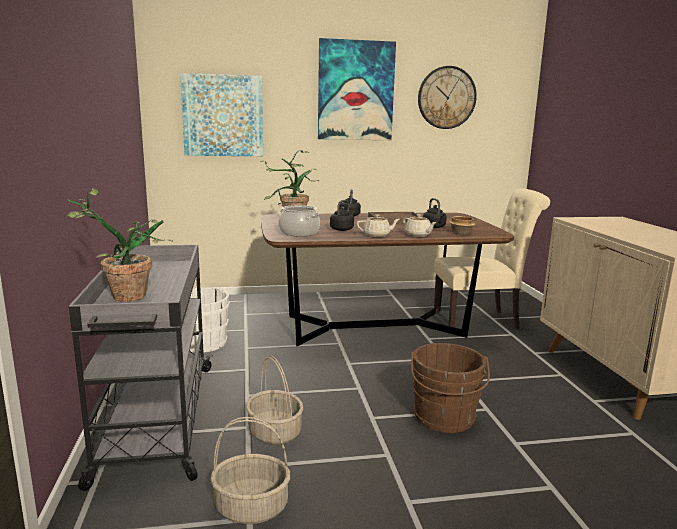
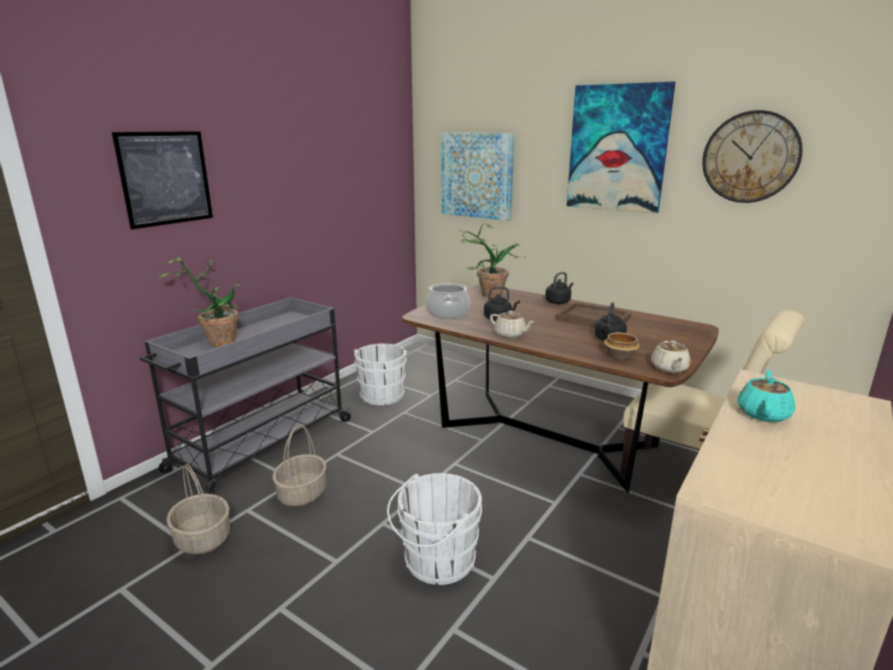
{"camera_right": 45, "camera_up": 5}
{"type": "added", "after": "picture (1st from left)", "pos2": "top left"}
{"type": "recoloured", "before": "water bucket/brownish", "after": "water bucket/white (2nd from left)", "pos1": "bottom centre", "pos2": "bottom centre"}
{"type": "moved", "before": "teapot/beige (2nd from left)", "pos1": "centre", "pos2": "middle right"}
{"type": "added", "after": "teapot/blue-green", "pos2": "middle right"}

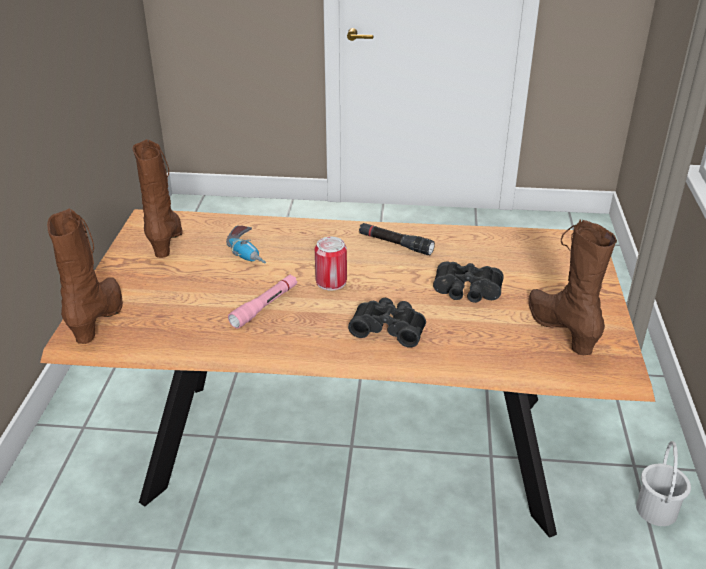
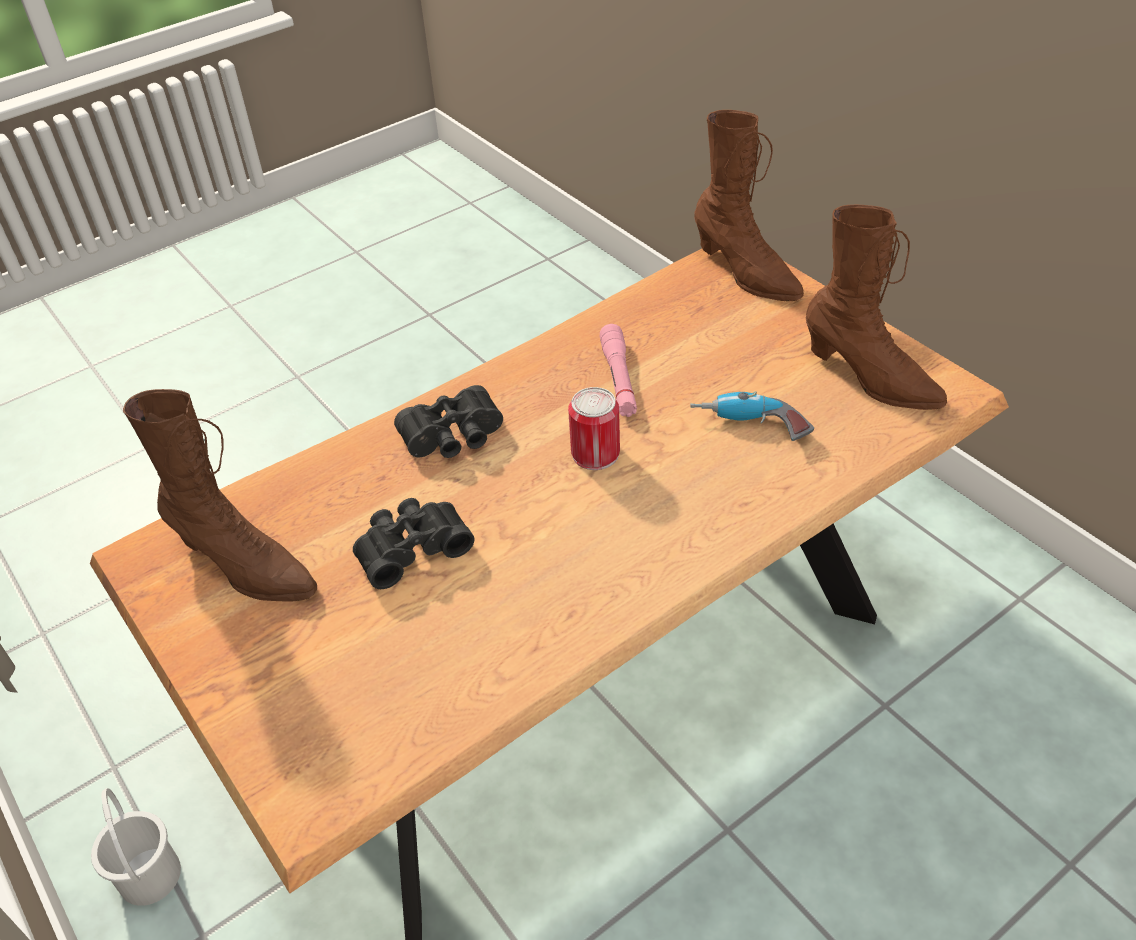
{"camera_right": 140, "camera_up": 10}
{"type": "removed", "before": "hand torch/blackish", "pos1": "centre"}

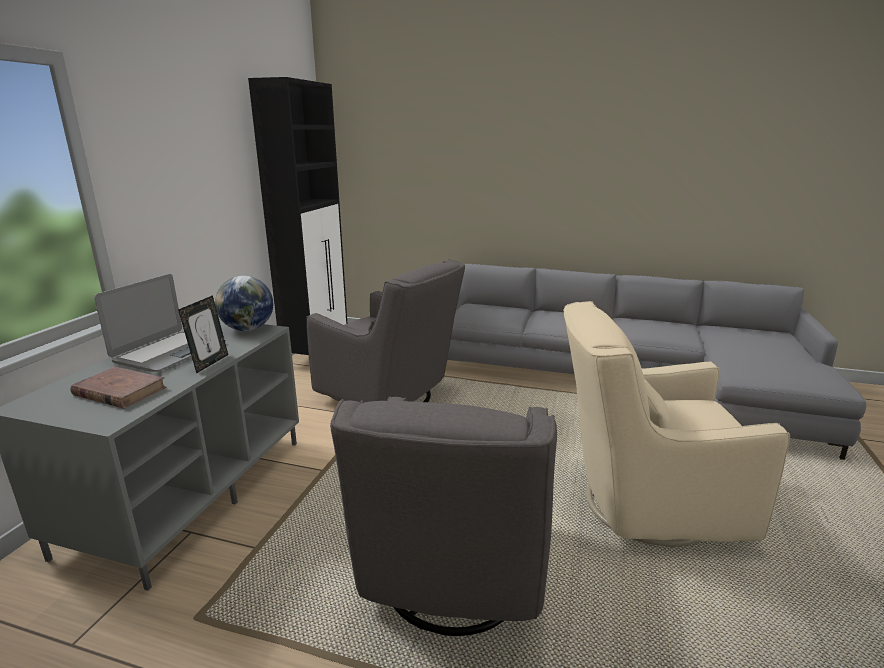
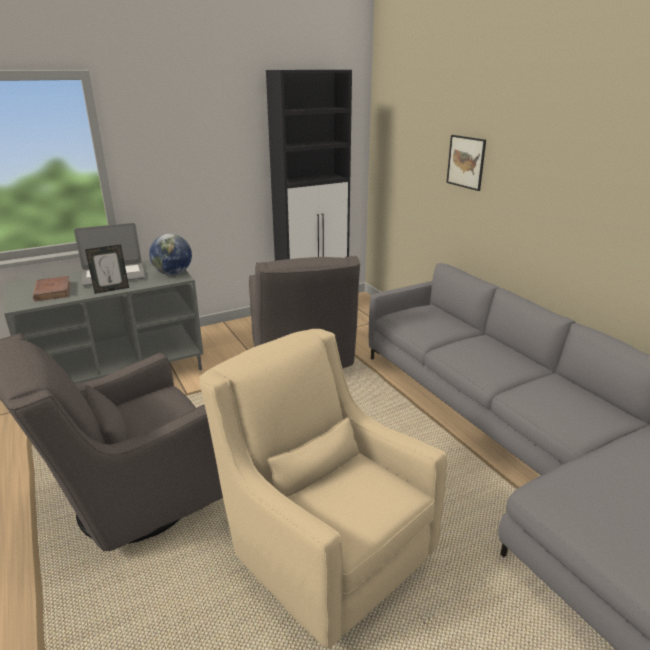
{"camera_right": 45, "camera_up": 5}
{"type": "added", "after": "picture", "pos2": "top right"}

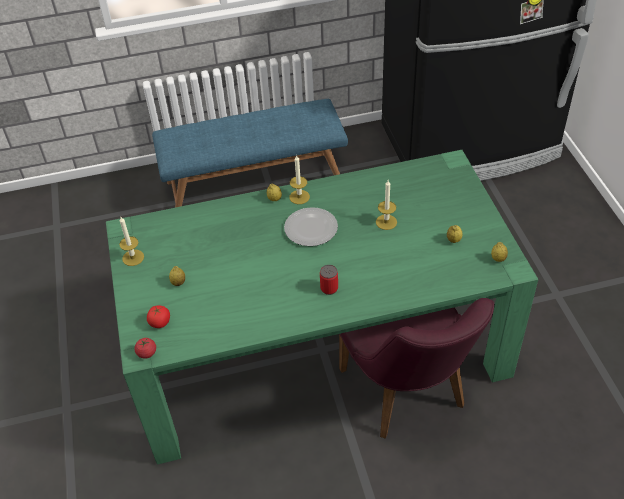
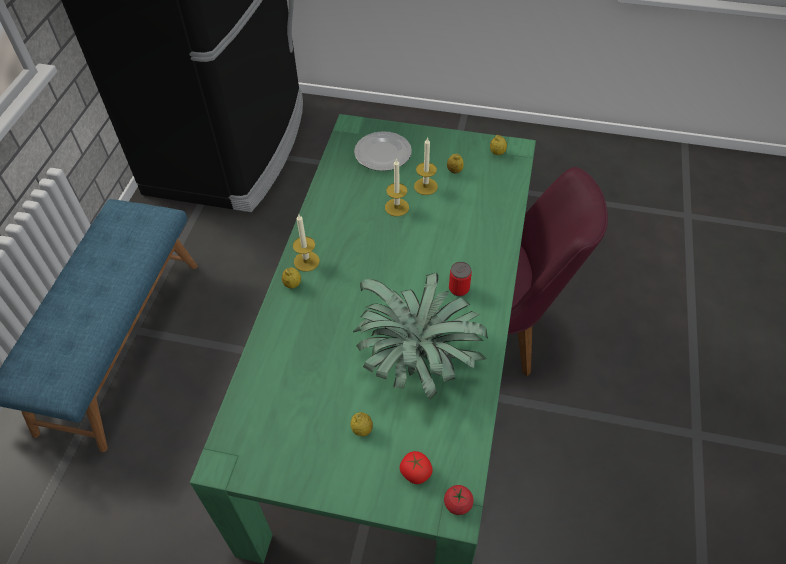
{"camera_right": -65, "camera_up": 5}
{"type": "added", "after": "potted plant", "pos2": "centre"}
{"type": "moved", "before": "plate", "pos1": "centre", "pos2": "top centre"}
{"type": "moved", "before": "wax light (1st from left in the first image)", "after": "wax light (3rd from left)", "pos1": "middle left", "pos2": "top centre"}

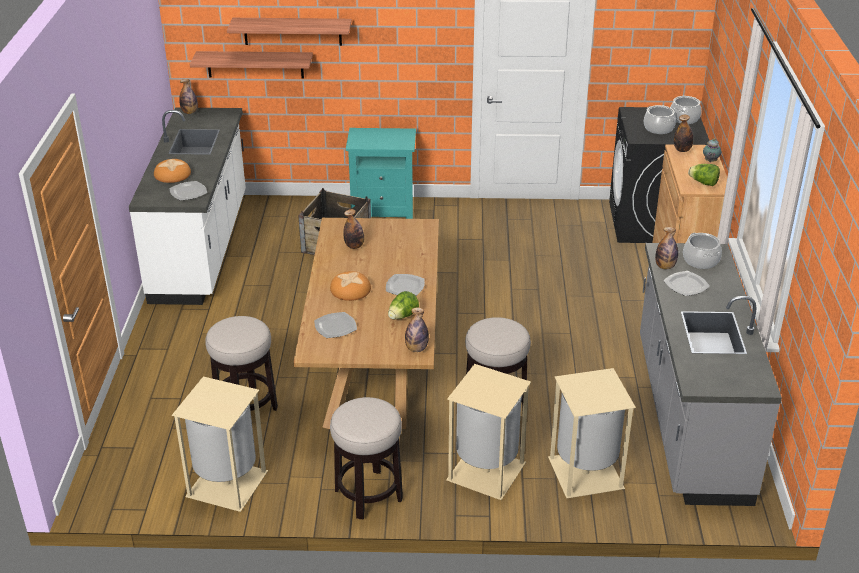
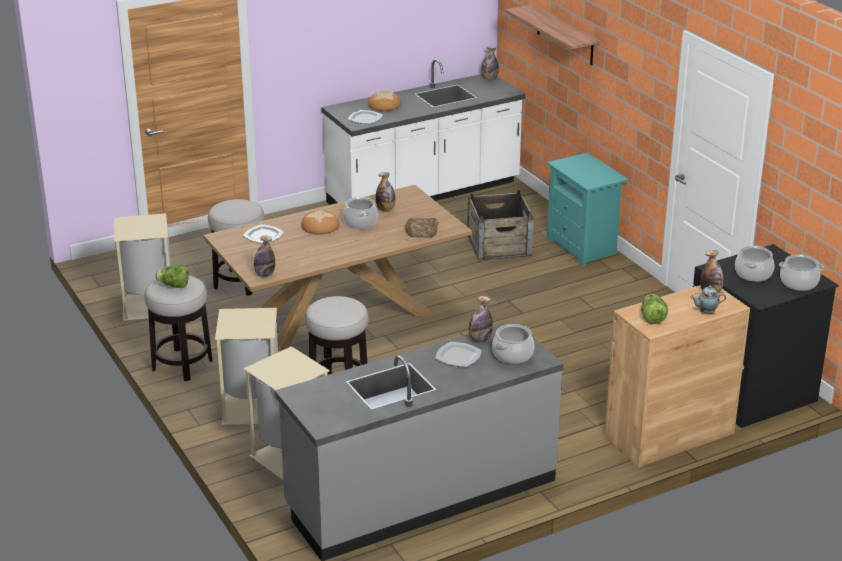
{"camera_right": 60, "camera_up": -5}
{"type": "moved", "before": "lettuce head (1st from left)", "pos1": "centre", "pos2": "middle left"}
{"type": "added", "after": "saucepot (1st from left)", "pos2": "centre"}
{"type": "added", "after": "bakery bread (3rd from left)", "pos2": "centre"}
{"type": "removed", "before": "wall shelf (1st from left)", "pos1": "top left"}
{"type": "removed", "before": "plate (3rd from left)", "pos1": "centre"}

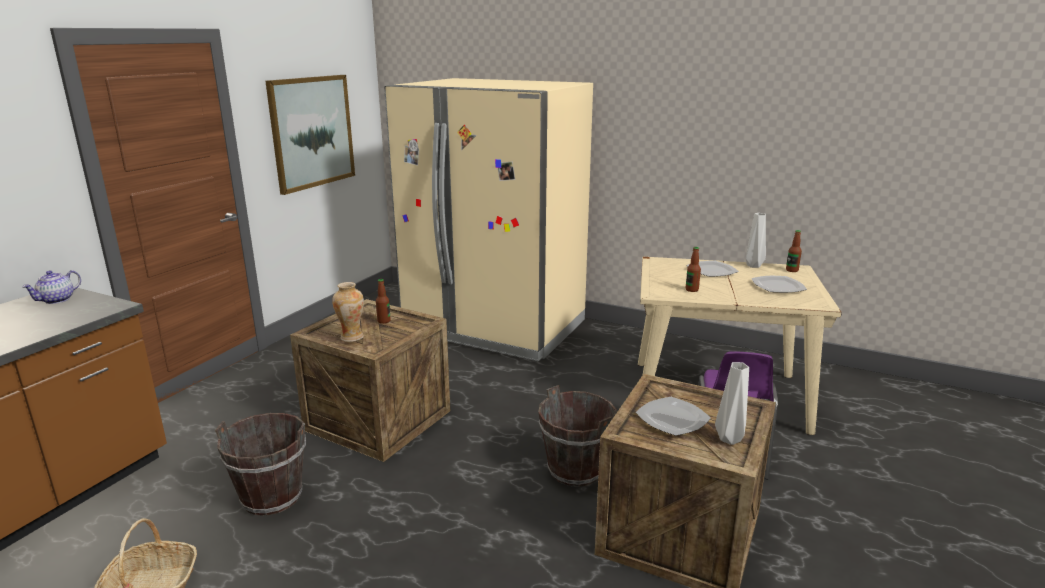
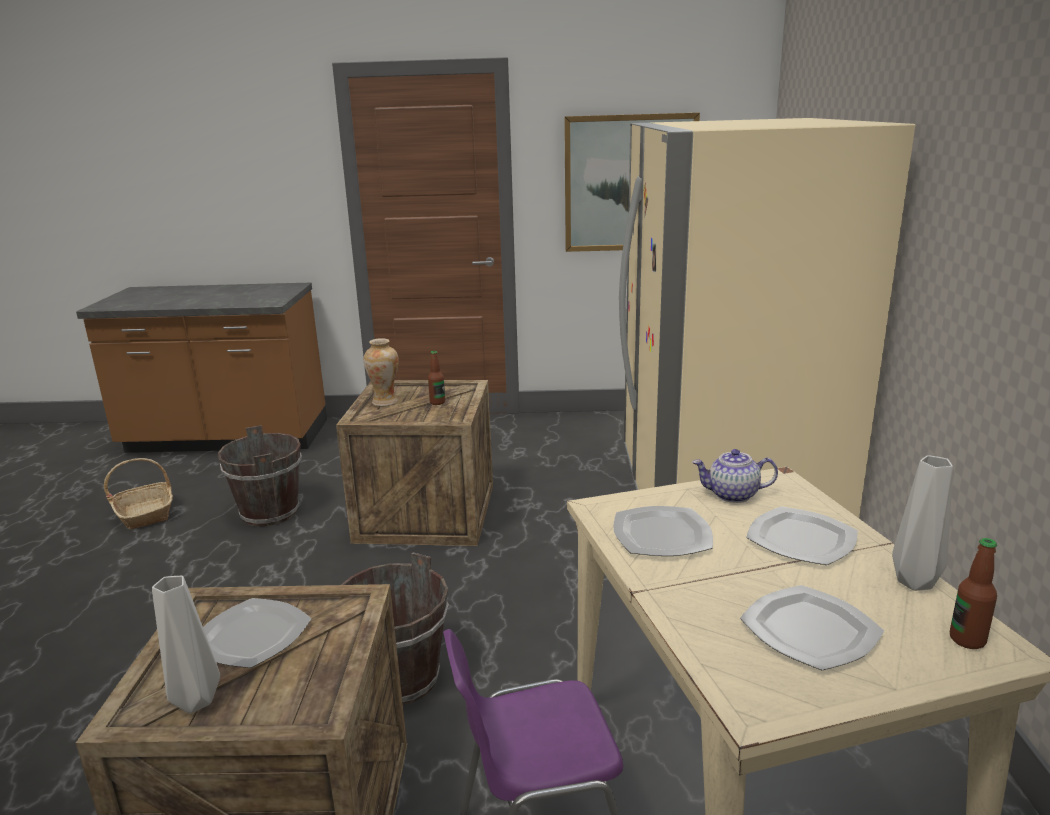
{"camera_right": 65, "camera_up": 0}
{"type": "replaced", "before": "beverage bottle (2nd from left)", "after": "plate (2nd from left)", "pos1": "centre", "pos2": "centre"}
{"type": "moved", "before": "teapot", "pos1": "middle left", "pos2": "middle right"}

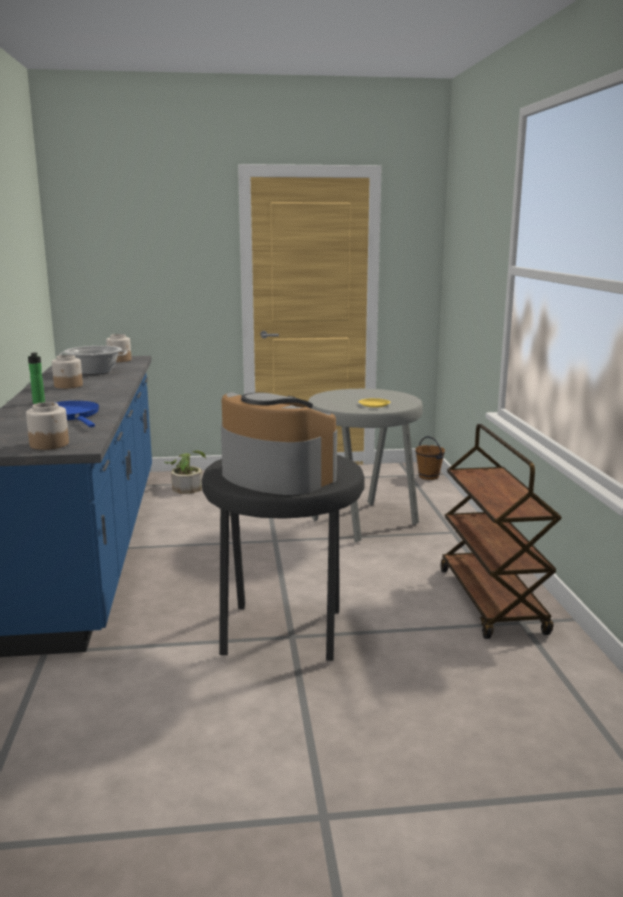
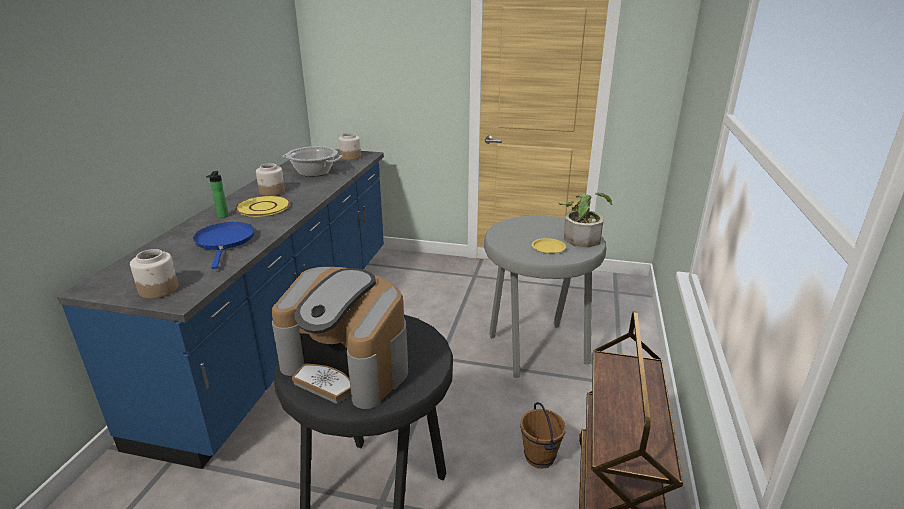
{"camera_right": 20, "camera_up": 10}
{"type": "added", "after": "plate/yellow (1st from left)", "pos2": "middle left"}
{"type": "turned", "before": "coffee brewer", "pos1": "centre", "pos2": "centre", "turn": 150}
{"type": "moved", "before": "water bucket/brownish", "pos1": "middle right", "pos2": "bottom centre"}
{"type": "moved", "before": "potted plant", "pos1": "middle left", "pos2": "centre"}

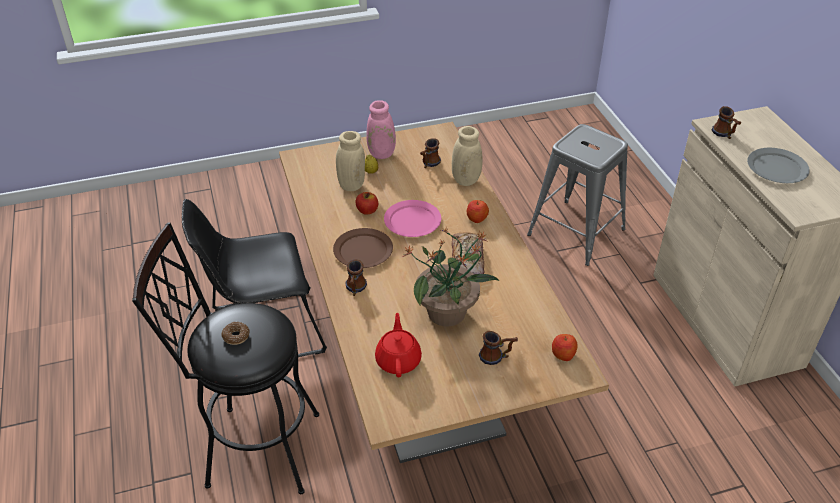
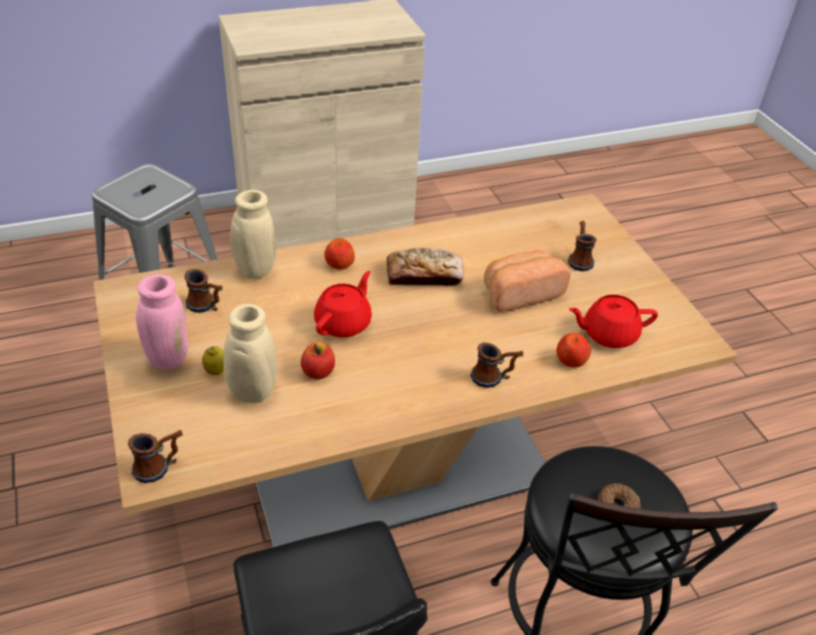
{"camera_right": -95, "camera_up": 0}
{"type": "moved", "before": "mug (4th from left in the first image)", "after": "mug (1st from left)", "pos1": "top right", "pos2": "bottom left"}
{"type": "replaced", "before": "plate/pink", "after": "teapot/red-coloured (1st from left)", "pos1": "centre", "pos2": "centre"}
{"type": "replaced", "before": "potted plant", "after": "bakery bread (2nd from left)", "pos1": "centre", "pos2": "centre"}
{"type": "moved", "before": "whole apple (3rd from left)", "pos1": "bottom right", "pos2": "middle right"}
{"type": "removed", "before": "plate/brownish", "pos1": "centre"}
{"type": "removed", "before": "plate/grey", "pos1": "top right"}

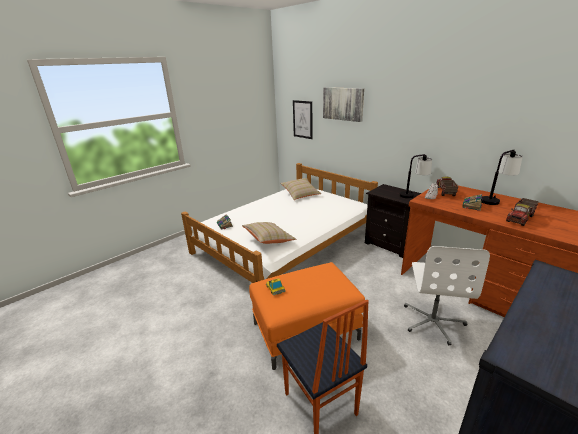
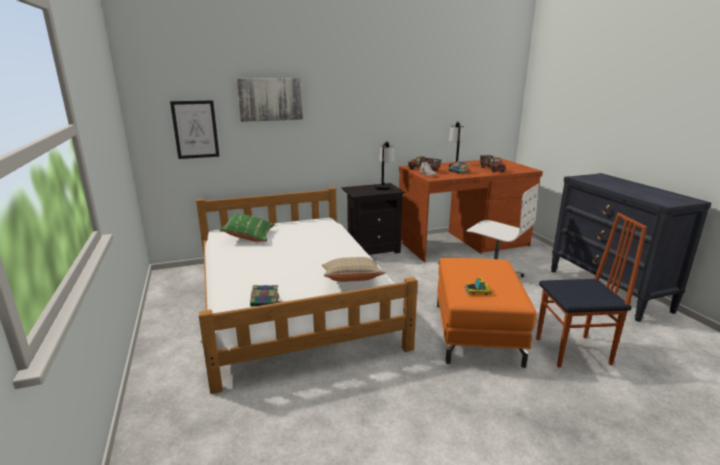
{"camera_right": -65, "camera_up": -5}
{"type": "recoloured", "before": "cushion/beige (2nd from left)", "after": "cushion/green-coloured", "pos1": "centre", "pos2": "centre"}

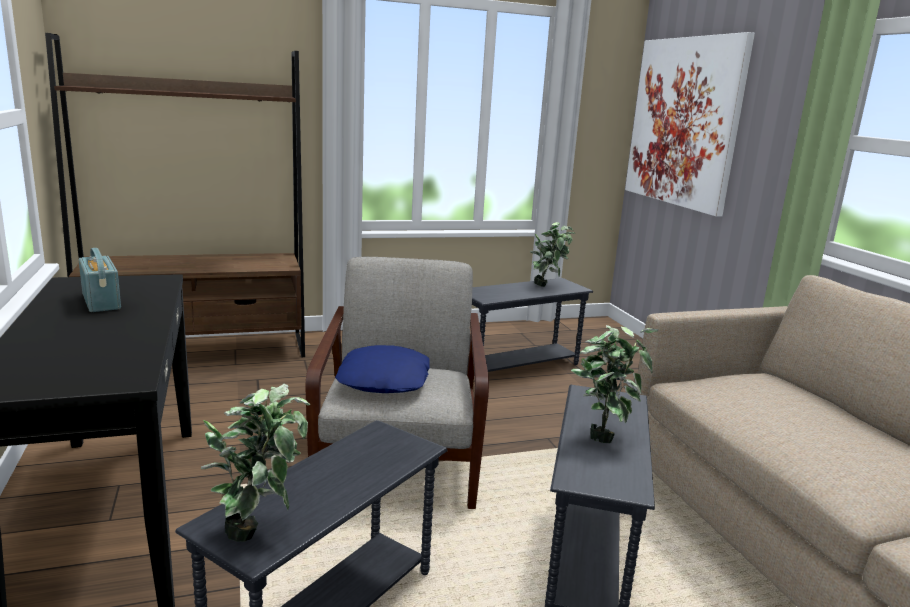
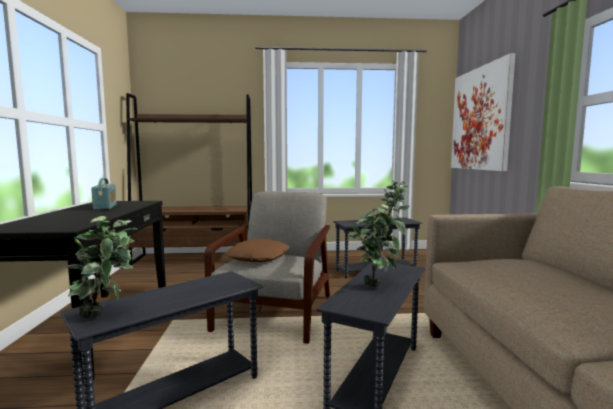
{"camera_right": 15, "camera_up": -10}
{"type": "recoloured", "before": "cushion/blue", "after": "cushion/brownish", "pos1": "centre", "pos2": "centre"}

